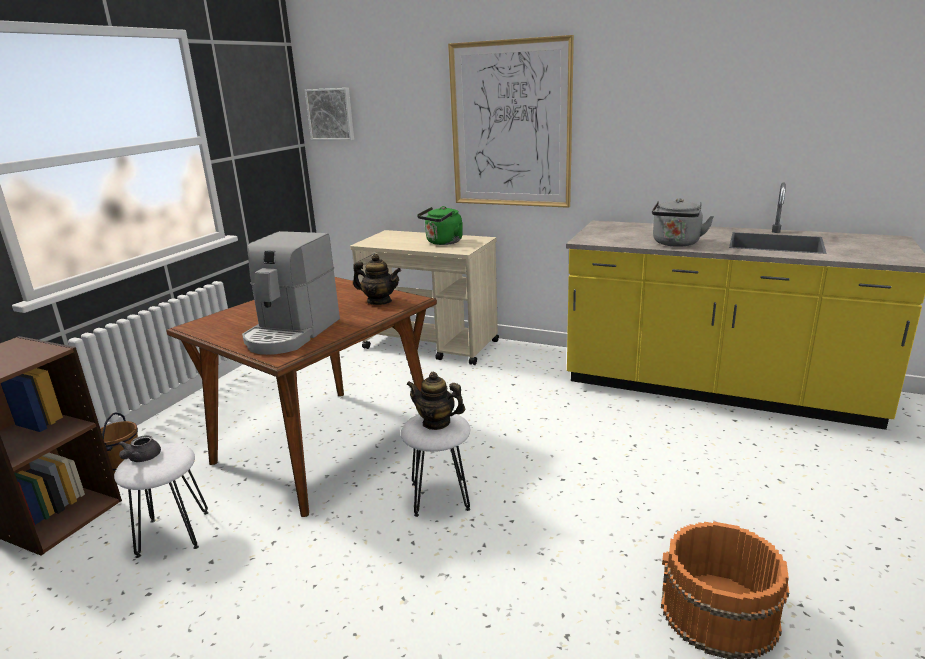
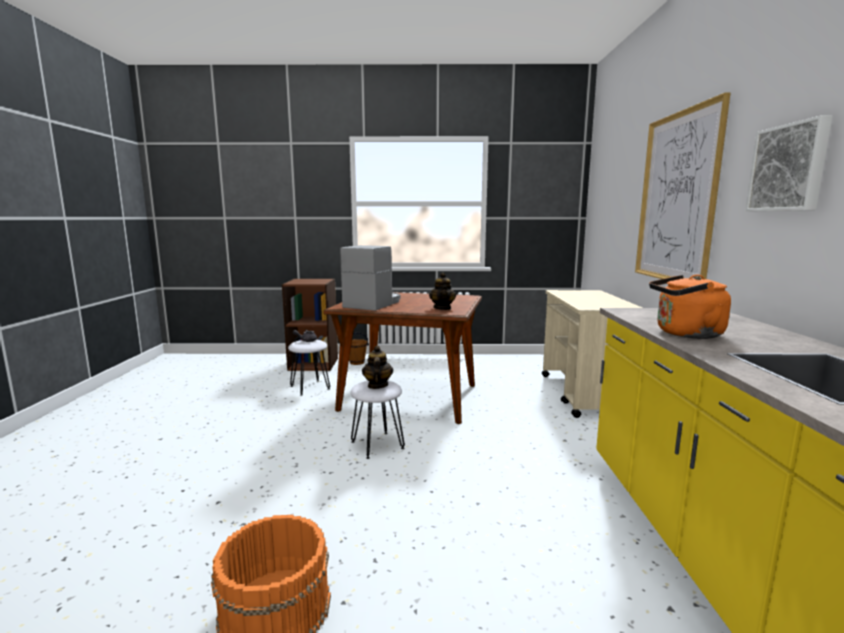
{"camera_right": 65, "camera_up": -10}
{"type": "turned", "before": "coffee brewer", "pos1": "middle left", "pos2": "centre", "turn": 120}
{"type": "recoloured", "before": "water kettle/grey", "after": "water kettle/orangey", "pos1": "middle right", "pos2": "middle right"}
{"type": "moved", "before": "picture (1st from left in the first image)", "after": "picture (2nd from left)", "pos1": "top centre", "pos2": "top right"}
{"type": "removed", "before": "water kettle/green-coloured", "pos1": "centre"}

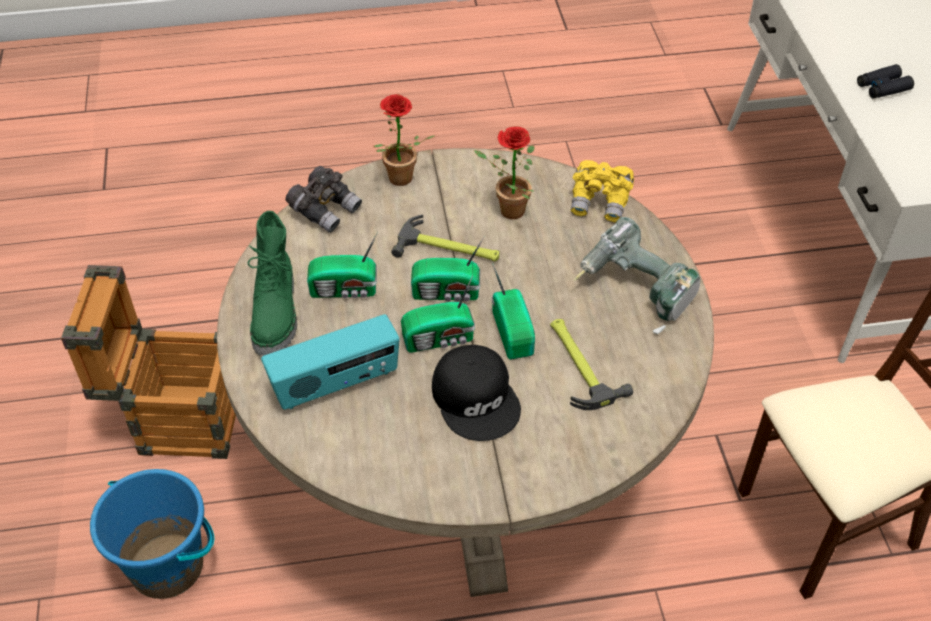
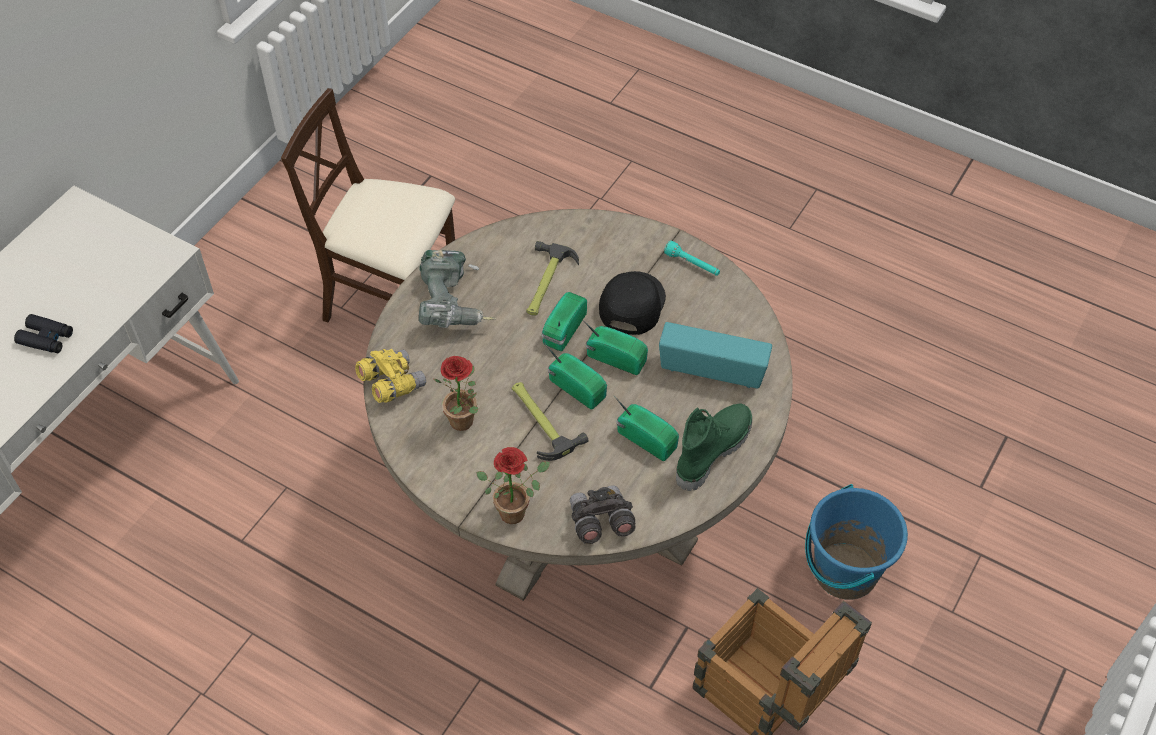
{"camera_right": -140, "camera_up": 5}
{"type": "added", "after": "hand torch/blue-green", "pos2": "centre"}

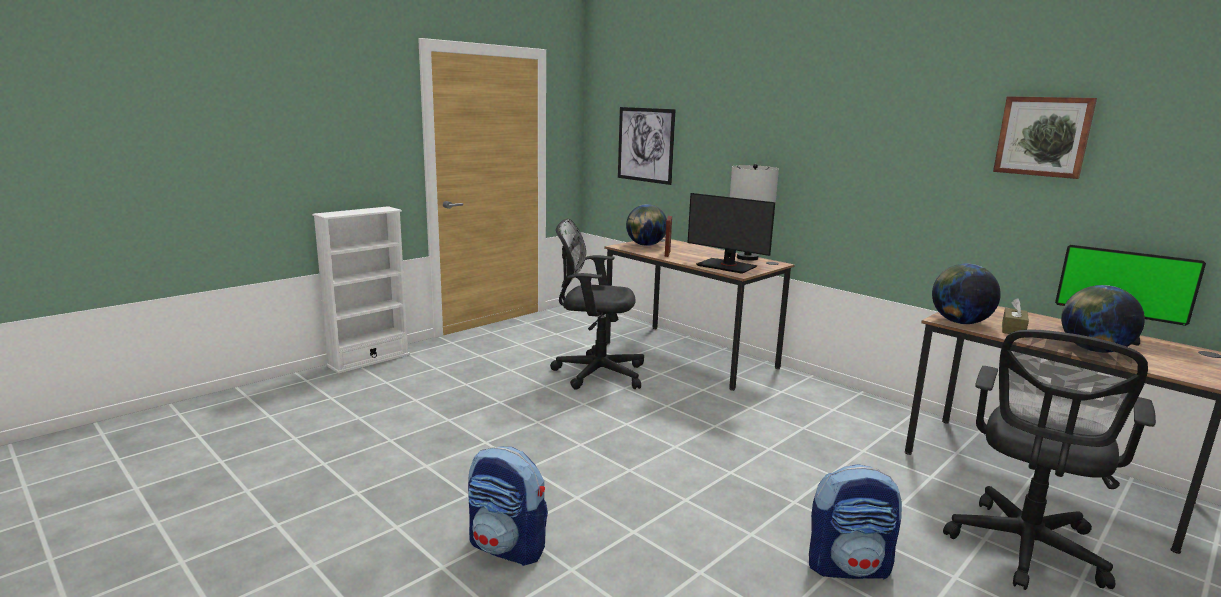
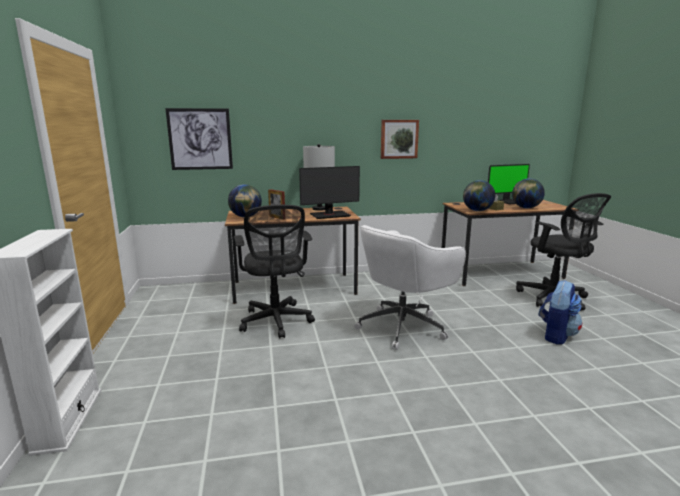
{"camera_right": -55, "camera_up": 0}
{"type": "turned", "before": "desk chair/blackish (1st from left)", "pos1": "centre", "pos2": "centre", "turn": -60}
{"type": "added", "after": "desk chair/white", "pos2": "centre"}
{"type": "moved", "before": "picture (2nd from left)", "pos1": "top right", "pos2": "top centre"}
{"type": "removed", "before": "rucksack (1st from left)", "pos1": "bottom centre"}

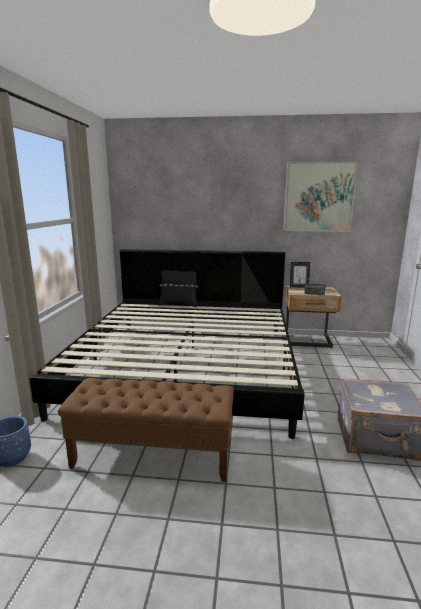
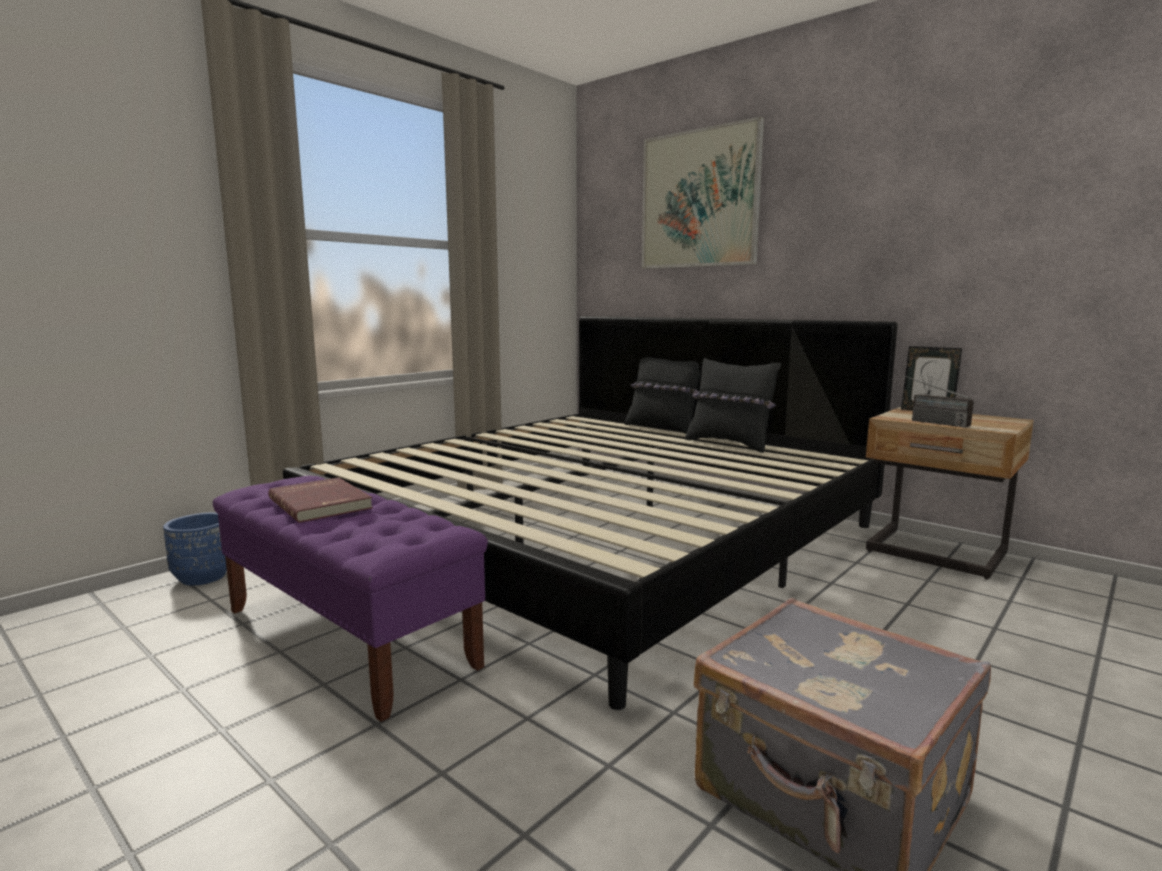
{"camera_right": 35, "camera_up": -5}
{"type": "recoloured", "before": "indoor bench/brownish", "after": "indoor bench/purplish", "pos1": "bottom centre", "pos2": "bottom left"}
{"type": "added", "after": "volume/red-coloured", "pos2": "middle left"}
{"type": "moved", "before": "picture", "pos1": "top right", "pos2": "top centre"}
{"type": "added", "after": "cushion/blackish (2nd from left)", "pos2": "centre"}

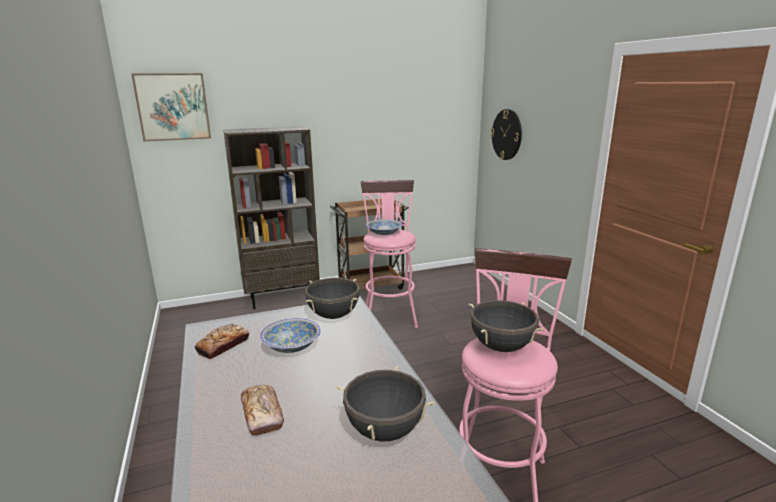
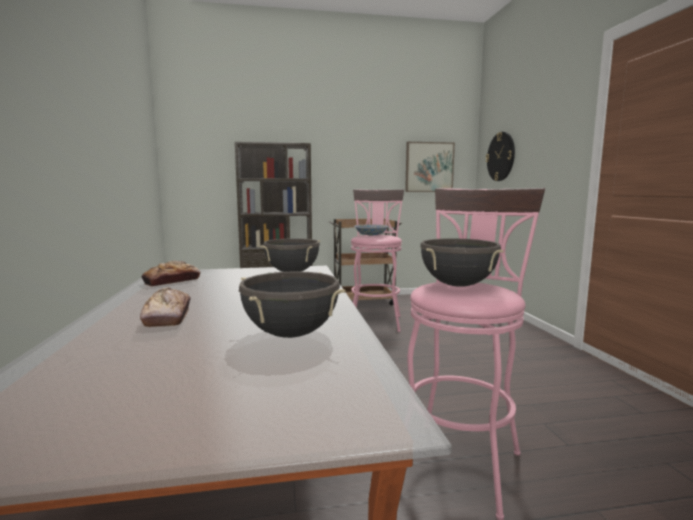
{"camera_right": 10, "camera_up": -10}
{"type": "moved", "before": "picture", "pos1": "top left", "pos2": "top centre"}
{"type": "removed", "before": "deep dish (1st from left)", "pos1": "bottom centre"}

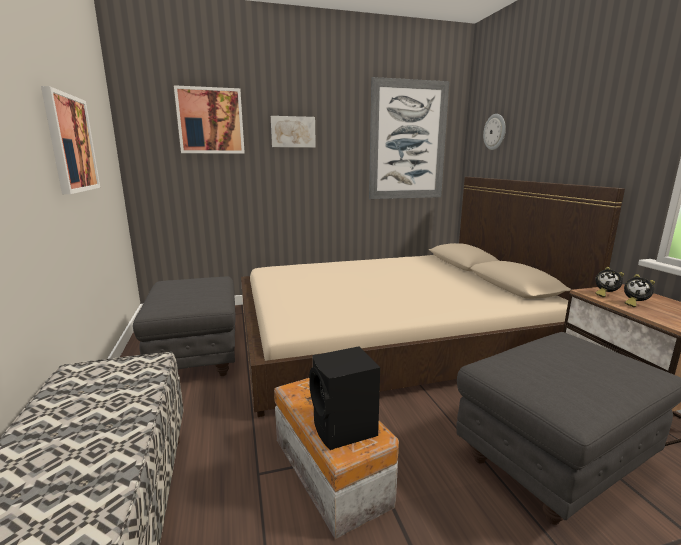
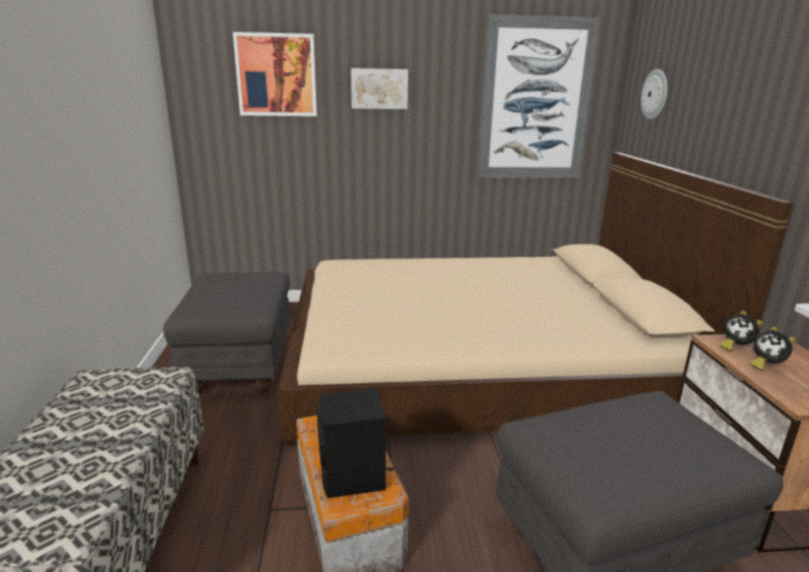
{"camera_right": 10, "camera_up": 5}
{"type": "removed", "before": "picture (1st from left)", "pos1": "top left"}

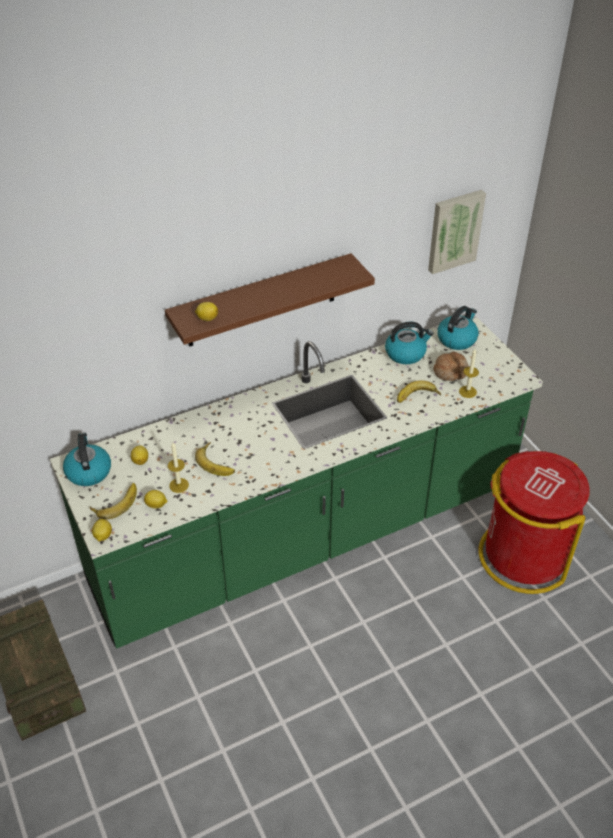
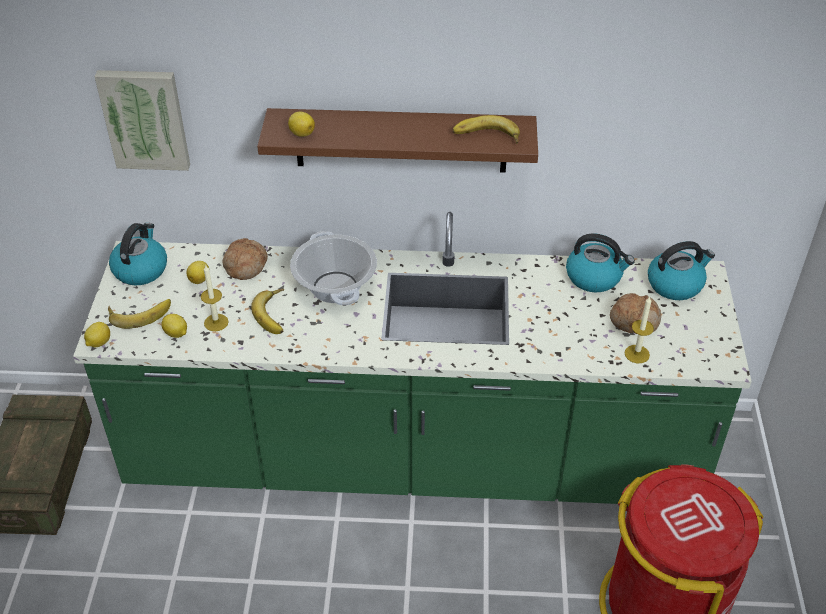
{"camera_right": 30, "camera_up": 0}
{"type": "moved", "before": "picture", "pos1": "top right", "pos2": "top left"}
{"type": "added", "after": "bakery bread (1st from left)", "pos2": "middle left"}
{"type": "added", "after": "saucepot", "pos2": "centre"}
{"type": "moved", "before": "banana fruit (3rd from left)", "pos1": "middle right", "pos2": "top centre"}

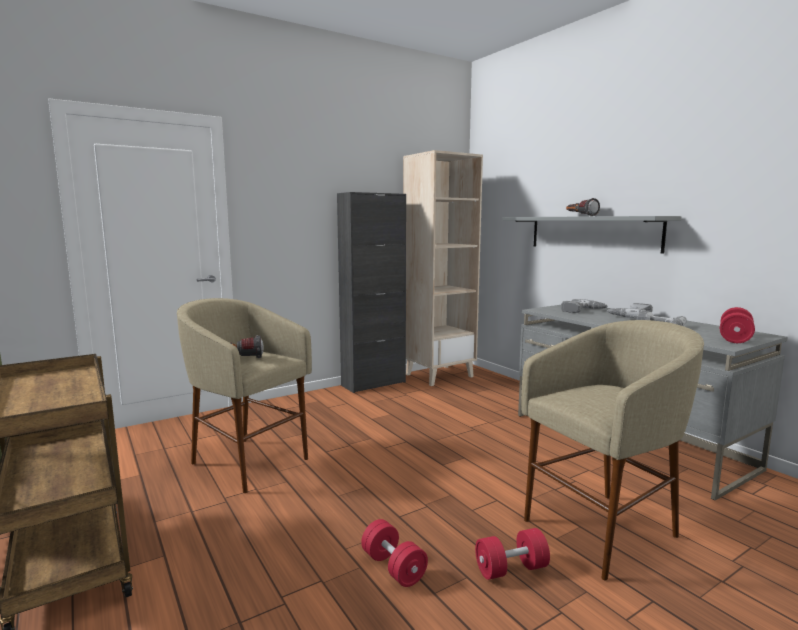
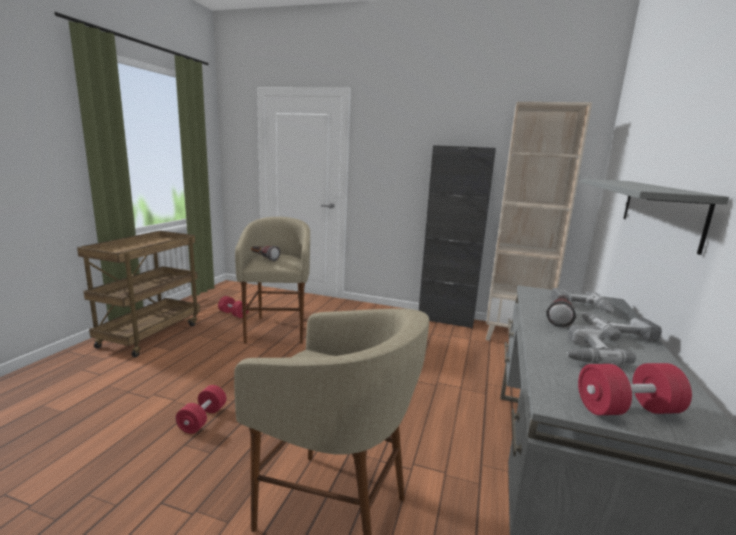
{"camera_right": 50, "camera_up": 5}
{"type": "moved", "before": "dumbbell/red-coloured (2nd from left)", "pos1": "bottom centre", "pos2": "middle left"}
{"type": "moved", "before": "hand torch (2nd from left)", "pos1": "top right", "pos2": "middle right"}

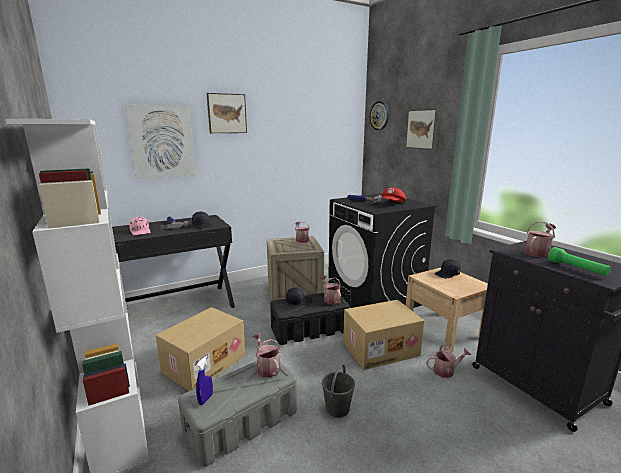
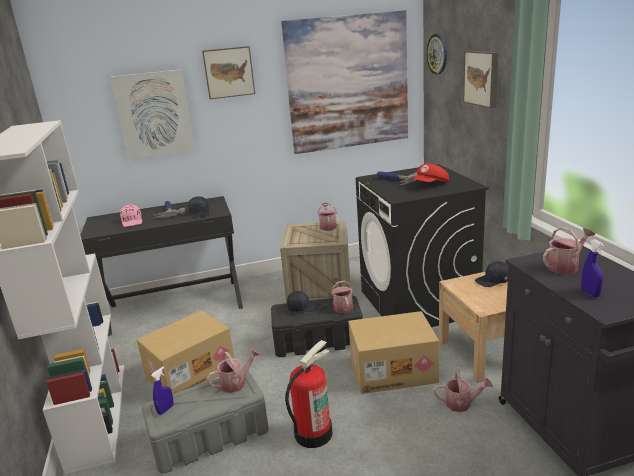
{"camera_right": 15, "camera_up": 5}
{"type": "turned", "before": "sprinkling can (1st from left)", "pos1": "bottom centre", "pos2": "bottom centre", "turn": 75}
{"type": "added", "after": "picture (3rd from left)", "pos2": "top centre"}
{"type": "replaced", "before": "water bucket/grey", "after": "fire-fighting cylinder", "pos1": "bottom centre", "pos2": "bottom centre"}
{"type": "replaced", "before": "hand torch/green-coloured", "after": "spray bottle/blue (2nd from left)", "pos1": "middle right", "pos2": "middle right"}

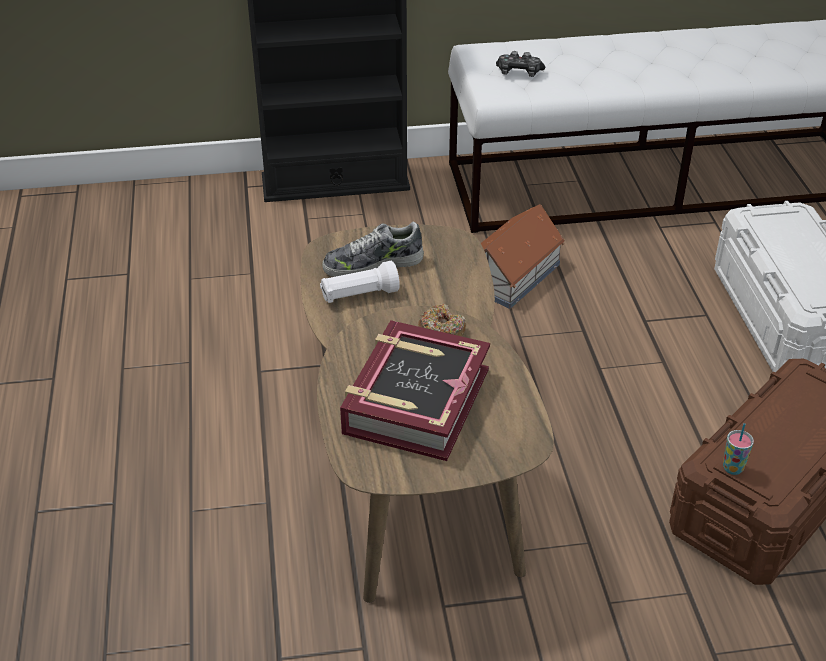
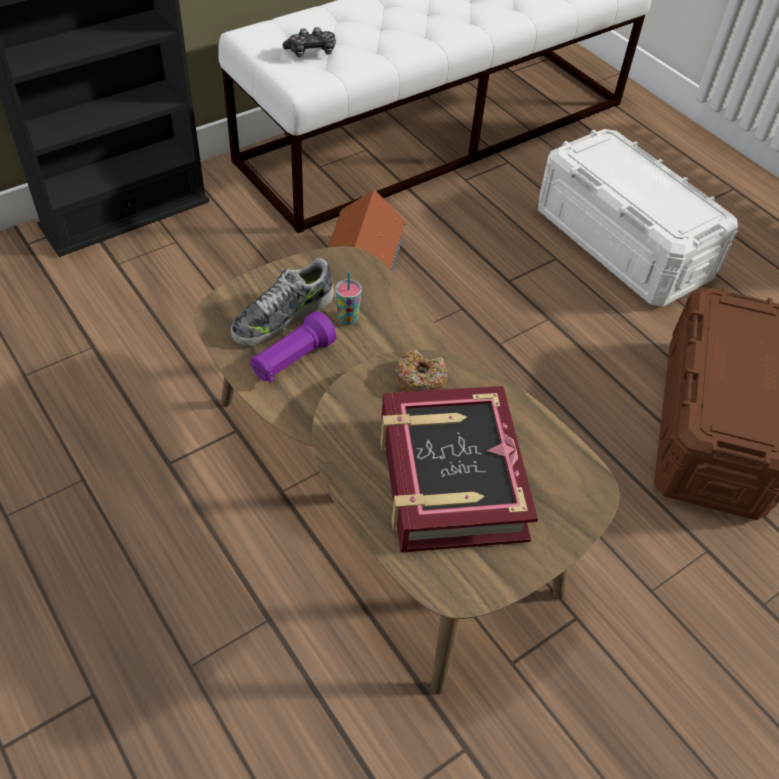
{"camera_right": -30, "camera_up": 10}
{"type": "recoloured", "before": "hand torch/white", "after": "hand torch/purplish", "pos1": "centre", "pos2": "centre"}
{"type": "moved", "before": "small cup", "pos1": "bottom right", "pos2": "centre"}

